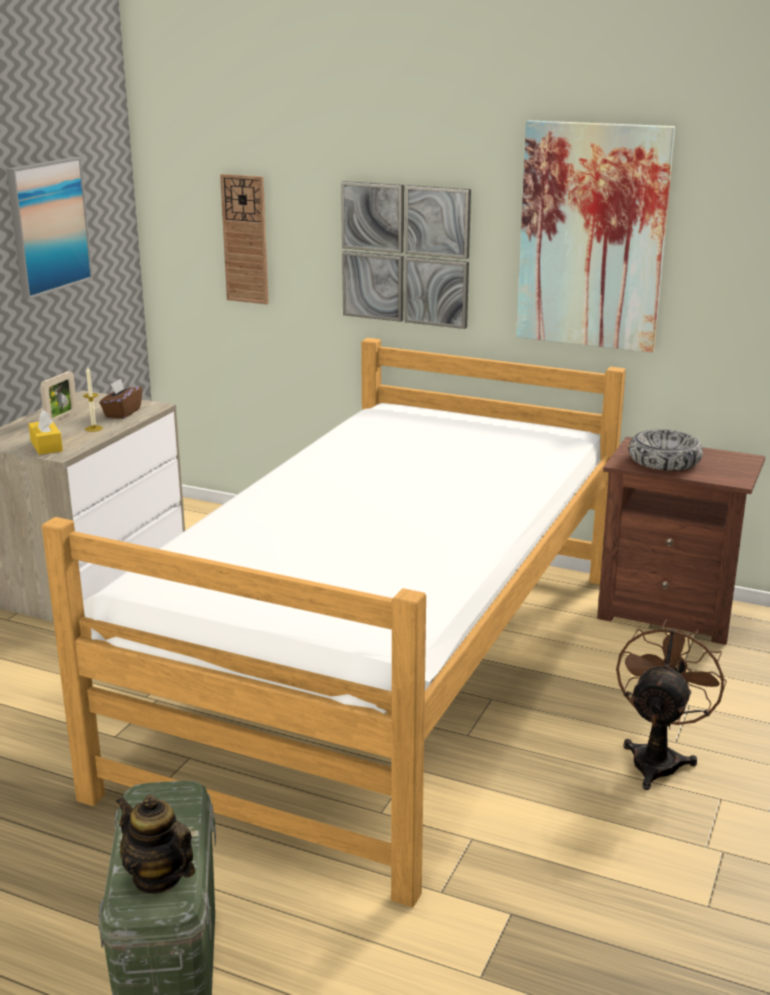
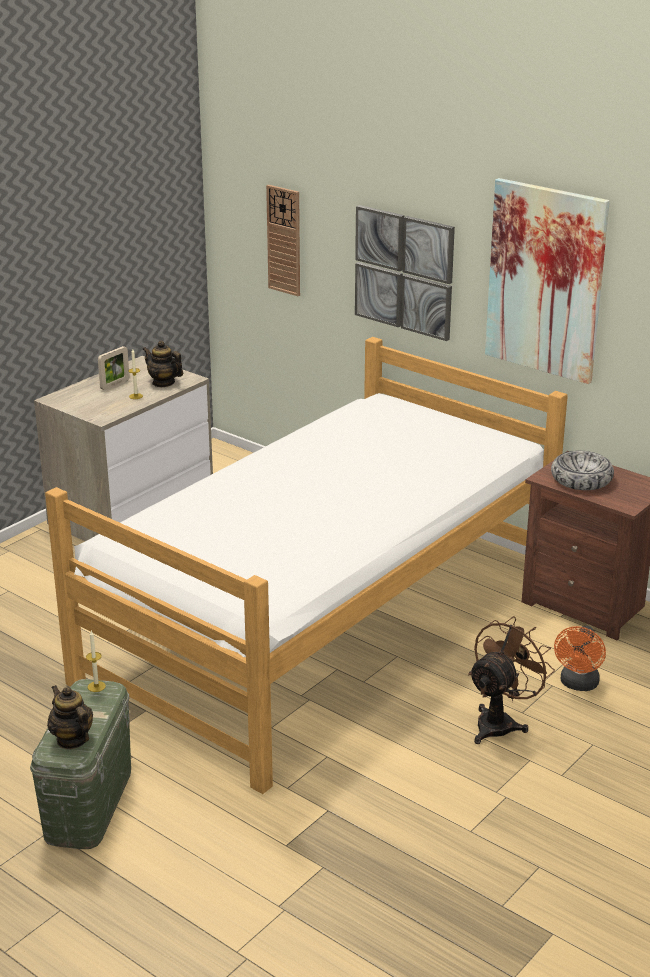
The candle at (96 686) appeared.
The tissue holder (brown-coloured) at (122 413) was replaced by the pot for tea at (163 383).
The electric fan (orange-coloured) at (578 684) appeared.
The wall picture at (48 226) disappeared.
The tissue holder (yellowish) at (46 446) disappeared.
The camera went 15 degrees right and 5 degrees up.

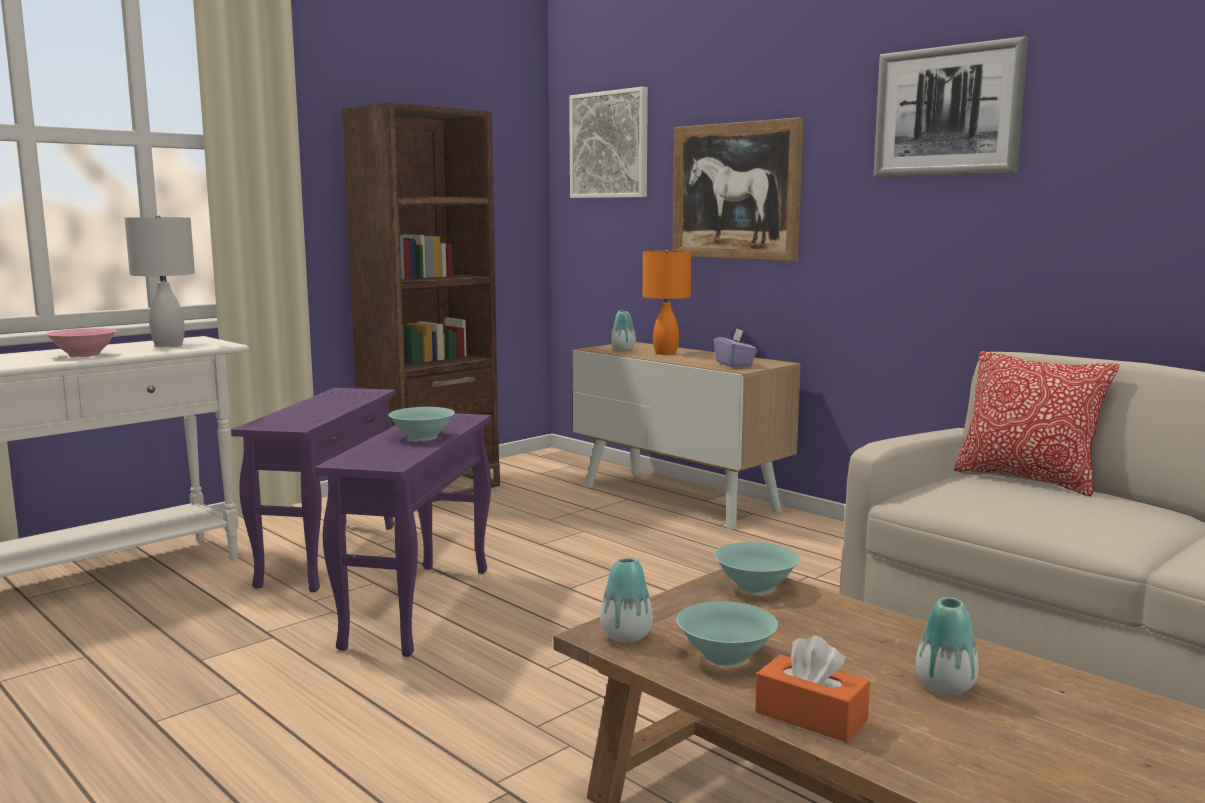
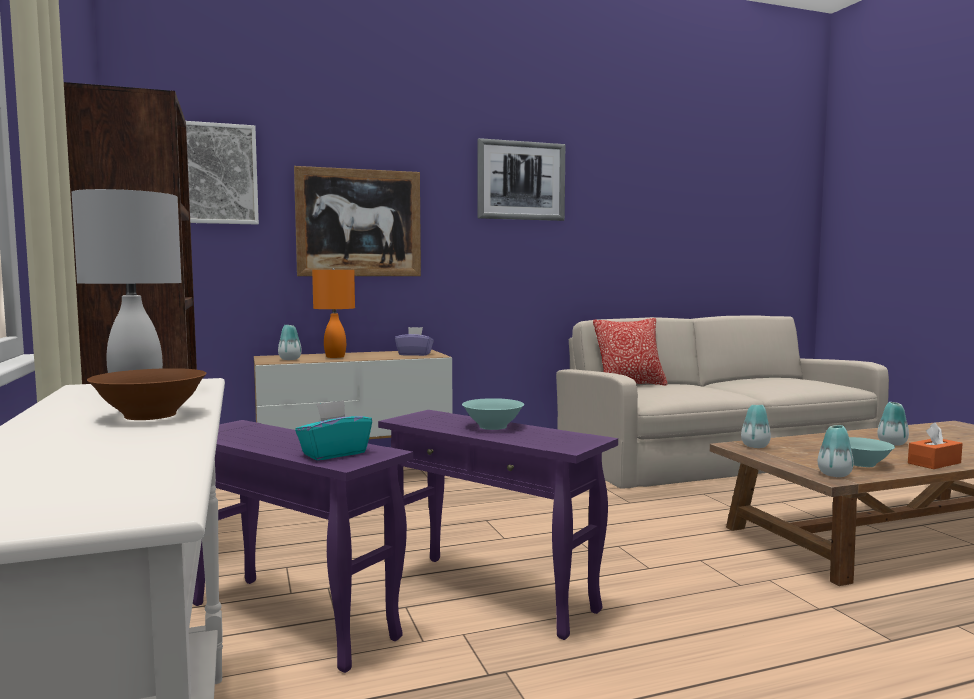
The serving bowl (pink-coloured) at (83 355) became the serving bowl (brown-coloured) at (149 415).
The tissue holder (blue-green) at (334 453) appeared.
The serving bowl (blue-green) at (755 586) was replaced by the vase at (755 446).
The camera went 65 degrees left and 5 degrees down.

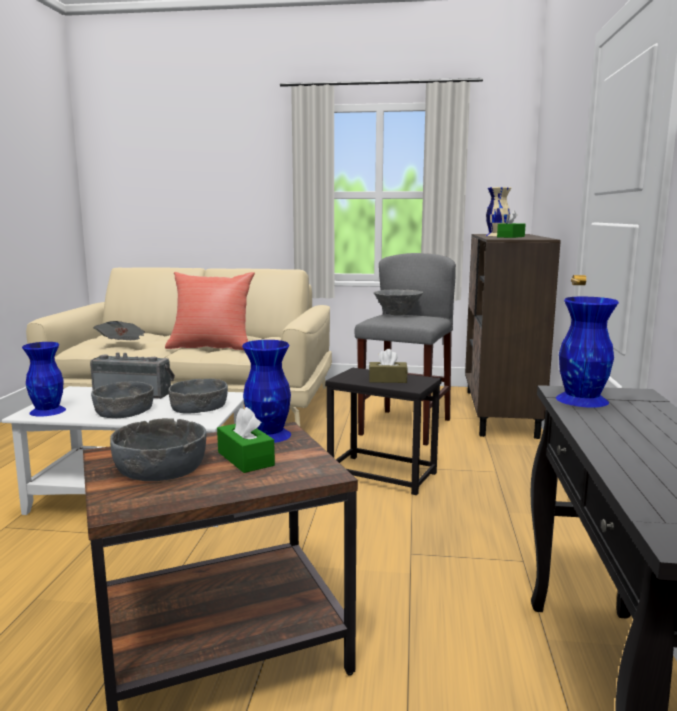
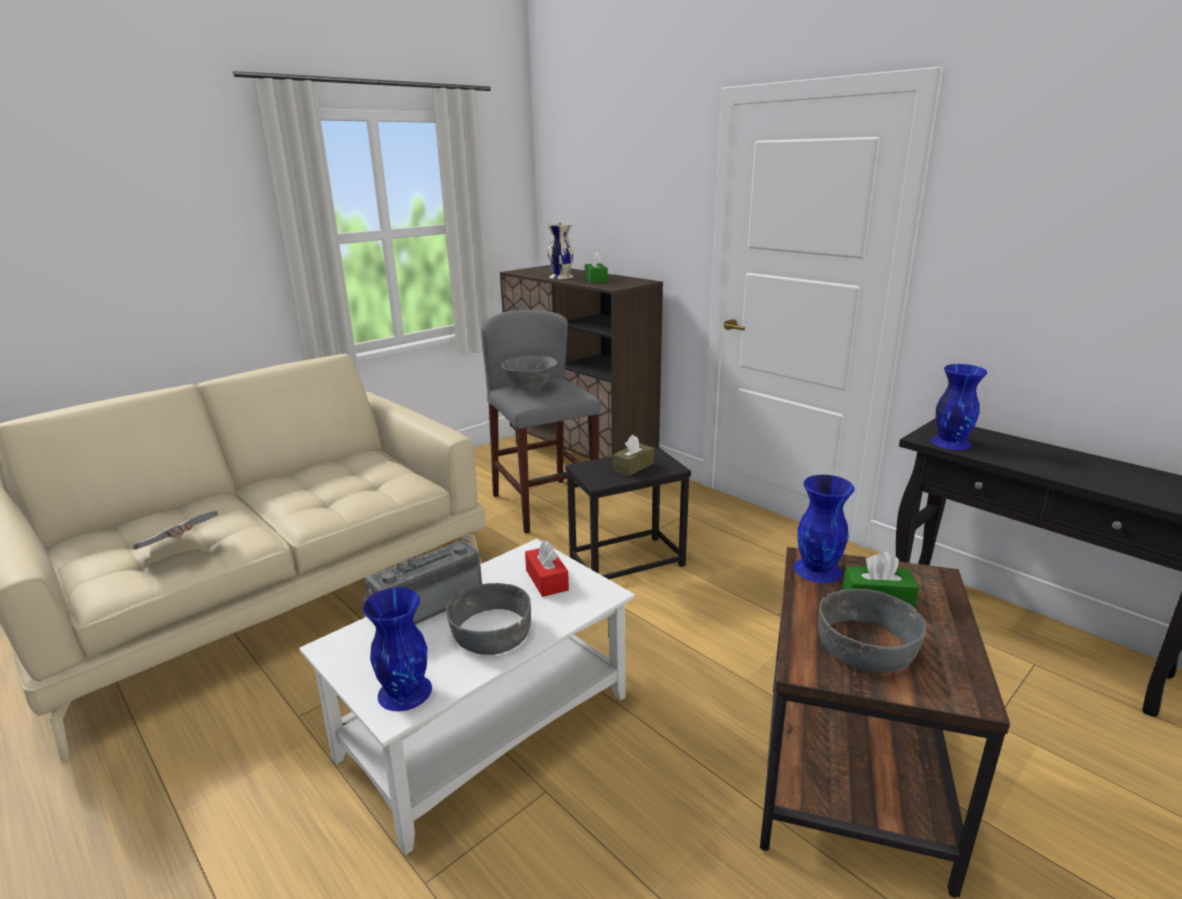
The serving bowl (gray) at (199 406) was replaced by the tissue holder (red-coloured) at (547 580).
The pillow (red-coloured) at (212 347) disappeared.
The camera went 50 degrees left and 10 degrees up.

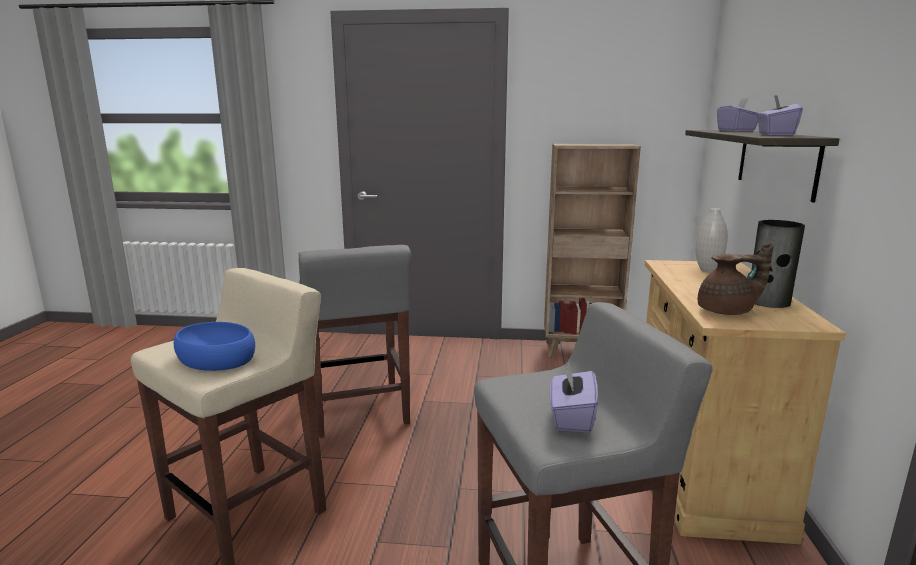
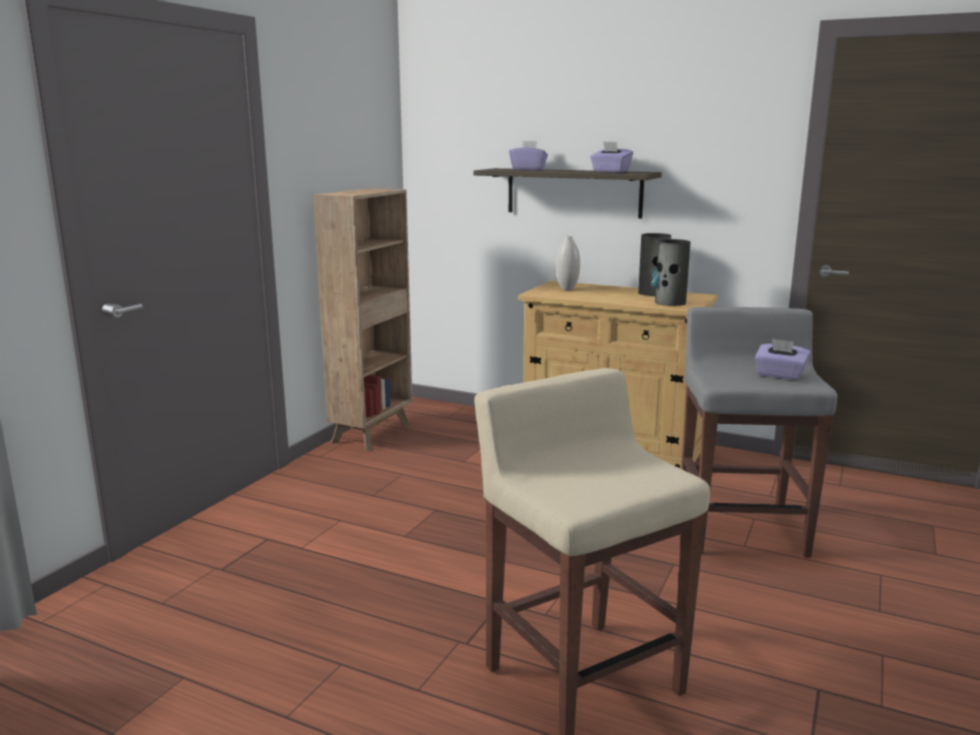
The pot for tea (brown-coloured) at (727 311) was replaced by the vase at (670 302).
The serving bowl (blue-coloured) at (217 357) disappeared.
The sitting stool (gray) at (359 412) disappeared.
The camera went 70 degrees left and 0 degrees up.

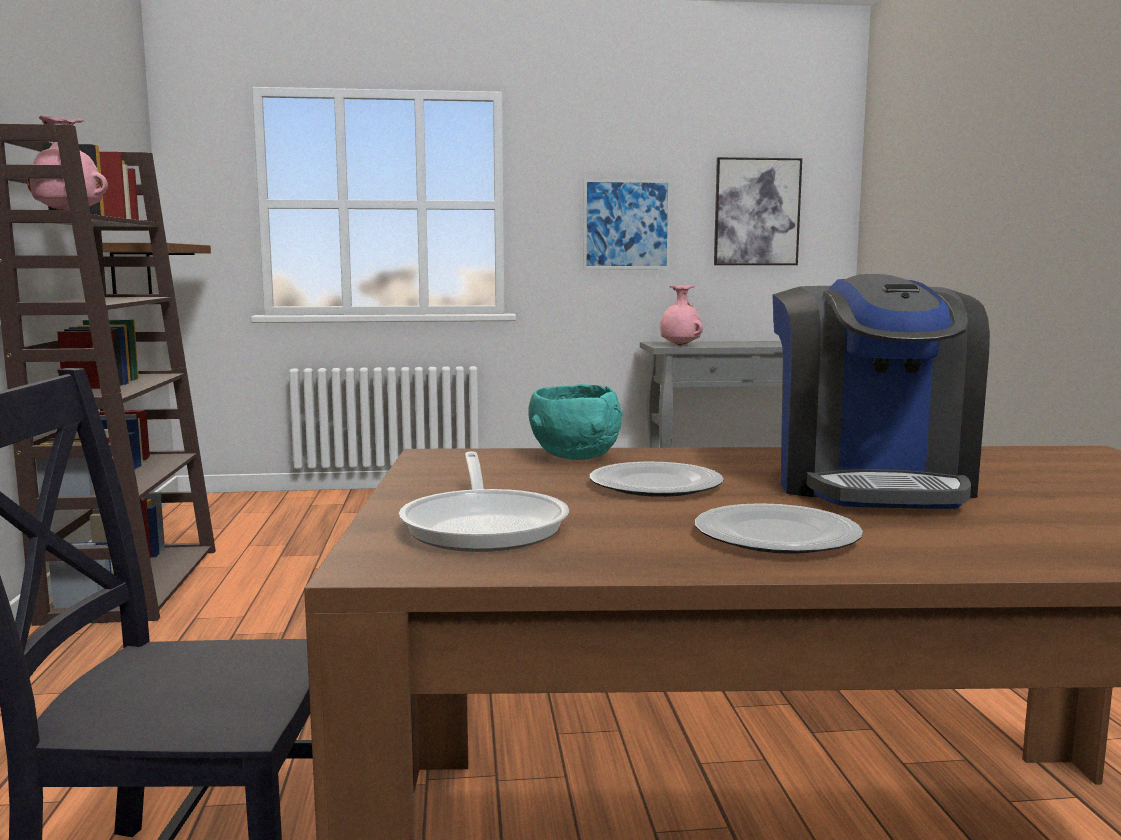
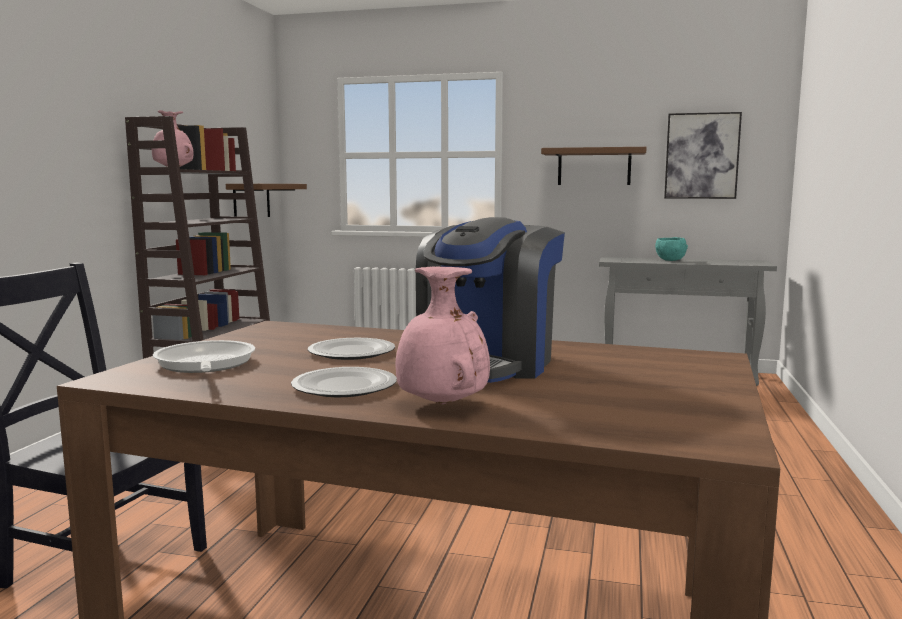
The frying pan at (485 525) turned 150 degrees clockwise.
The vase (pink-coloured) moved from (680 345) to (441 404).
The wall picture at (626 224) was replaced by the shelf (brown-coloured) at (594 167).
The serving bowl (blue-green) moved from (574 457) to (670 260).
The camera went 20 degrees right and 0 degrees up.

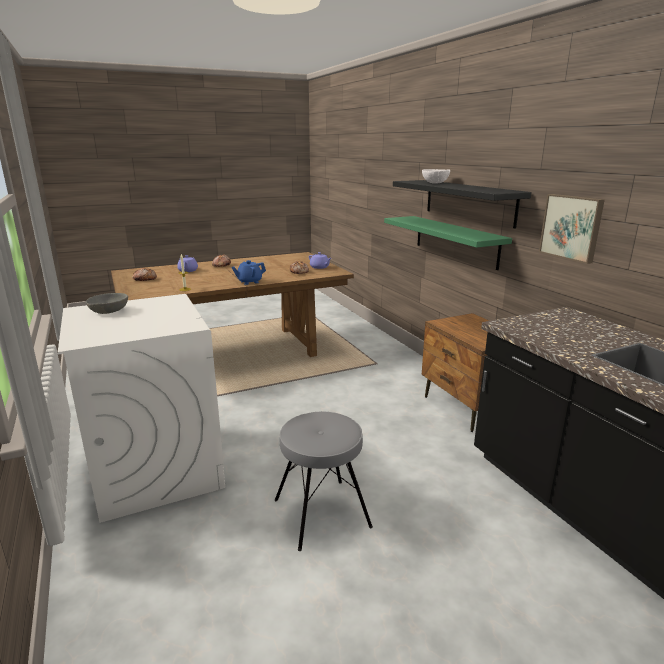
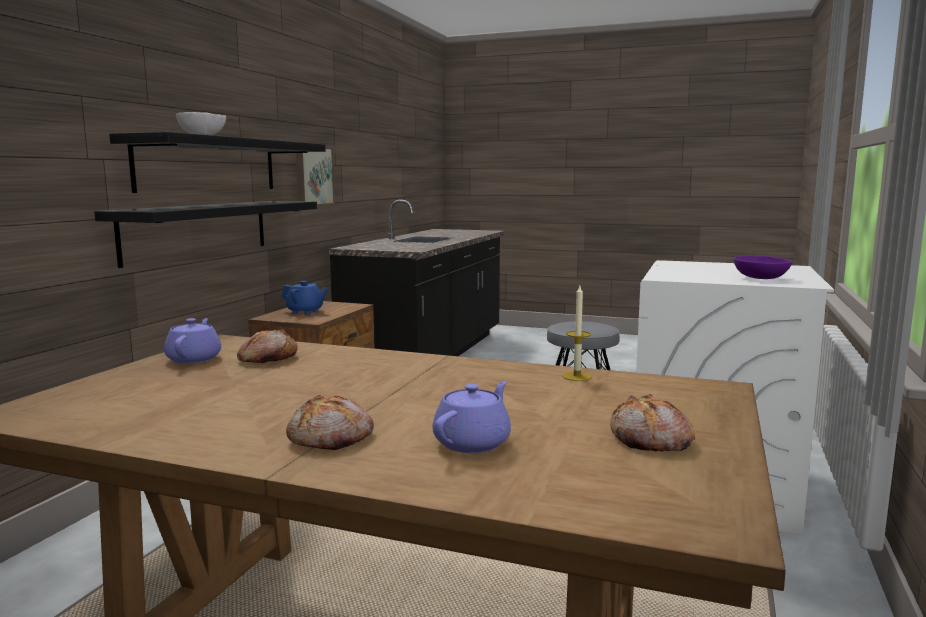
The shelf (greenish) at (455 241) became the shelf (blackish) at (198 230).
The pot for tea (blue-coloured) moved from (249 282) to (305 312).
The serving bowl (gray) at (109 311) became the serving bowl (purple-coloured) at (761 278).
The camera went 135 degrees left and 10 degrees down.

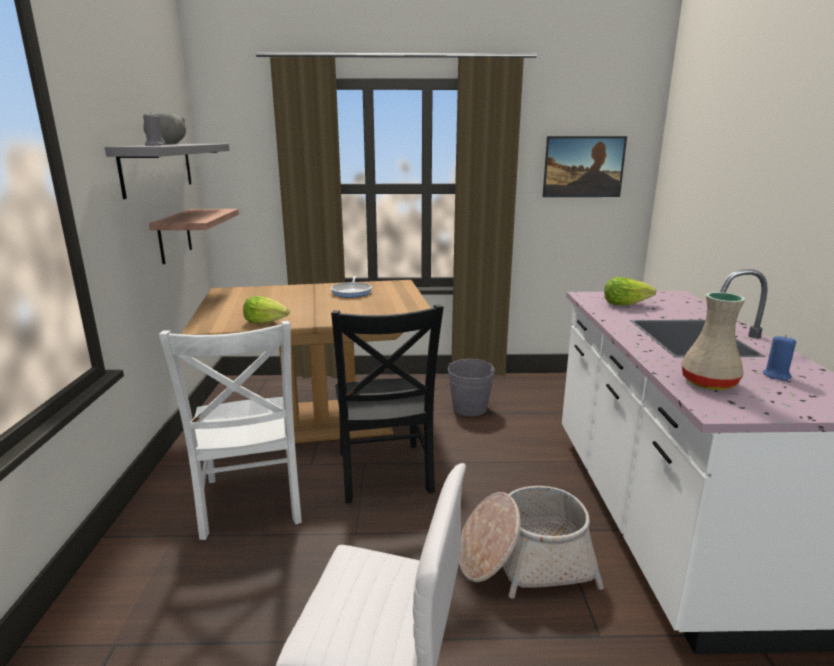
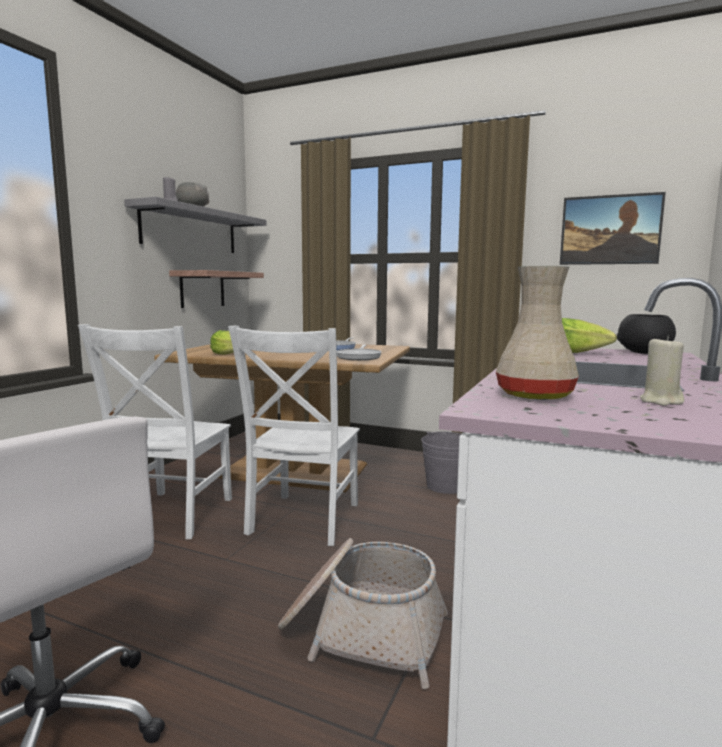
The chair (blackish) at (384 474) became the chair (white) at (302 520).
The frying pan at (359 357) appeared.
The serving bowl (blackish) at (644 352) appeared.
The candle (blue-coloured) at (776 375) became the candle (sand-coloured) at (661 401).
The camera went 25 degrees right and 10 degrees down.

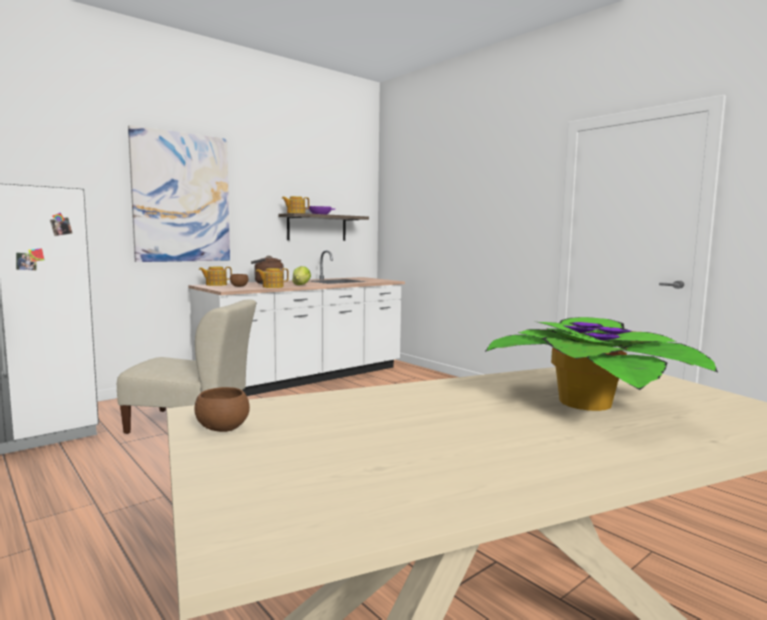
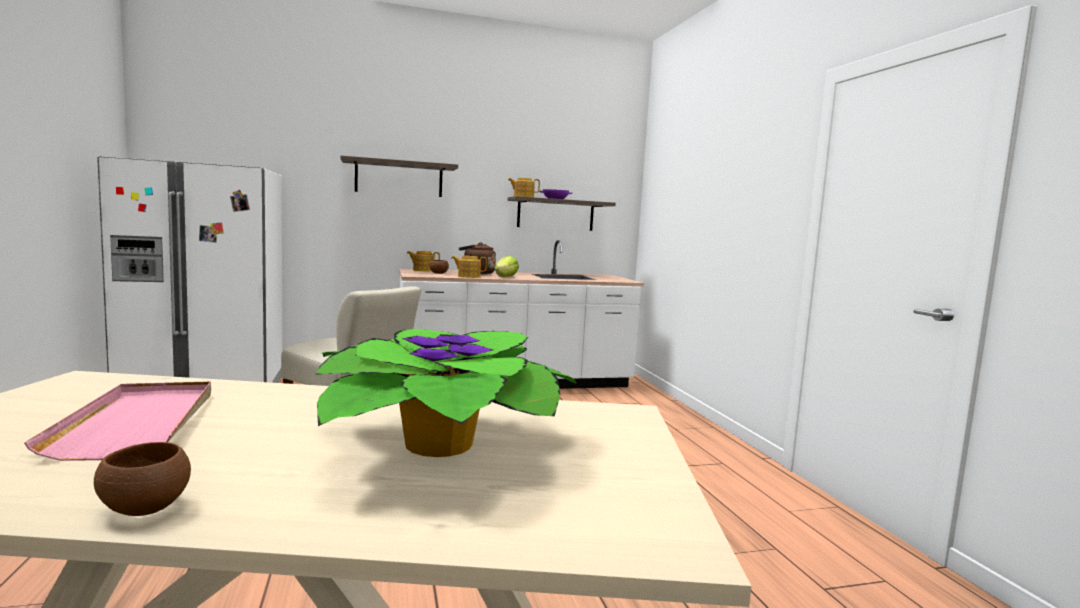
The serving tray (pink-coloured) at (139 423) appeared.
The serving bowl (brown-coloured) moved from (222 429) to (145 508).
The wall picture at (181 198) was replaced by the shelf at (399 178).
The camera went 25 degrees right and 0 degrees up.

